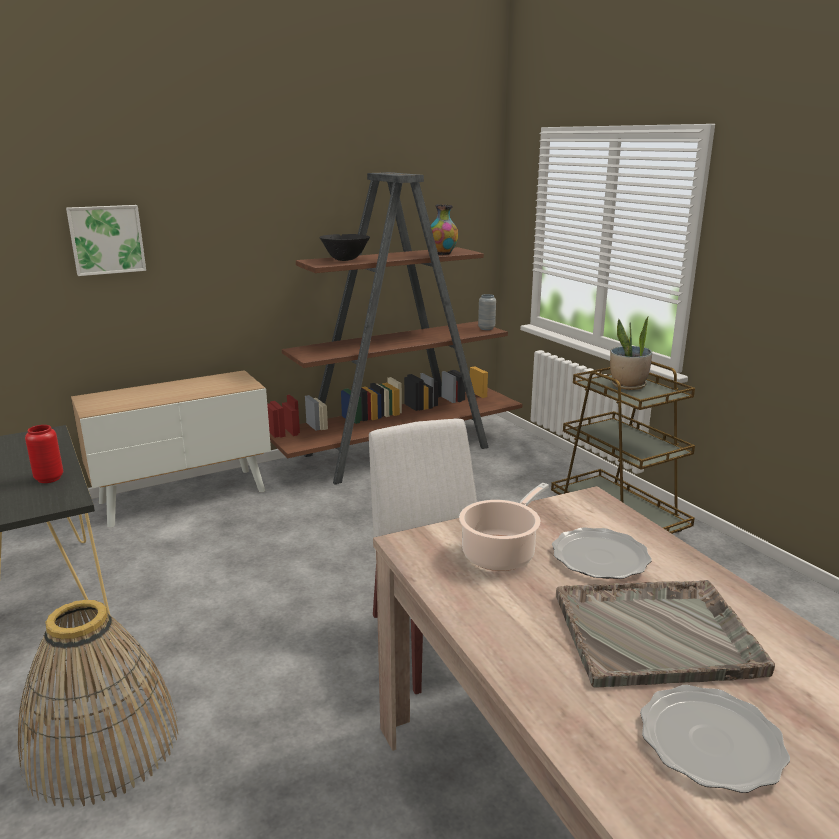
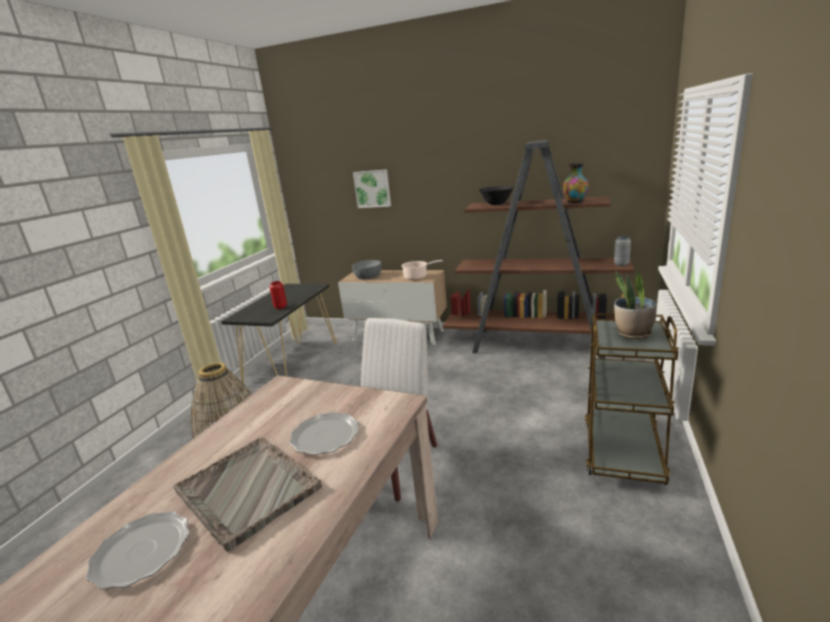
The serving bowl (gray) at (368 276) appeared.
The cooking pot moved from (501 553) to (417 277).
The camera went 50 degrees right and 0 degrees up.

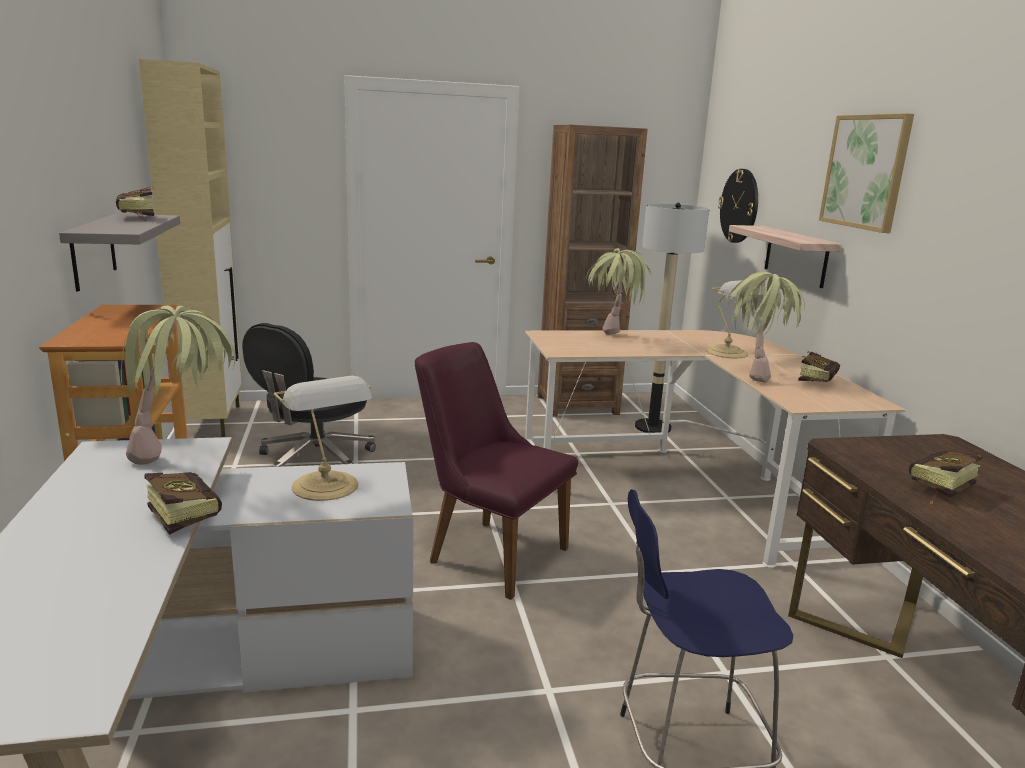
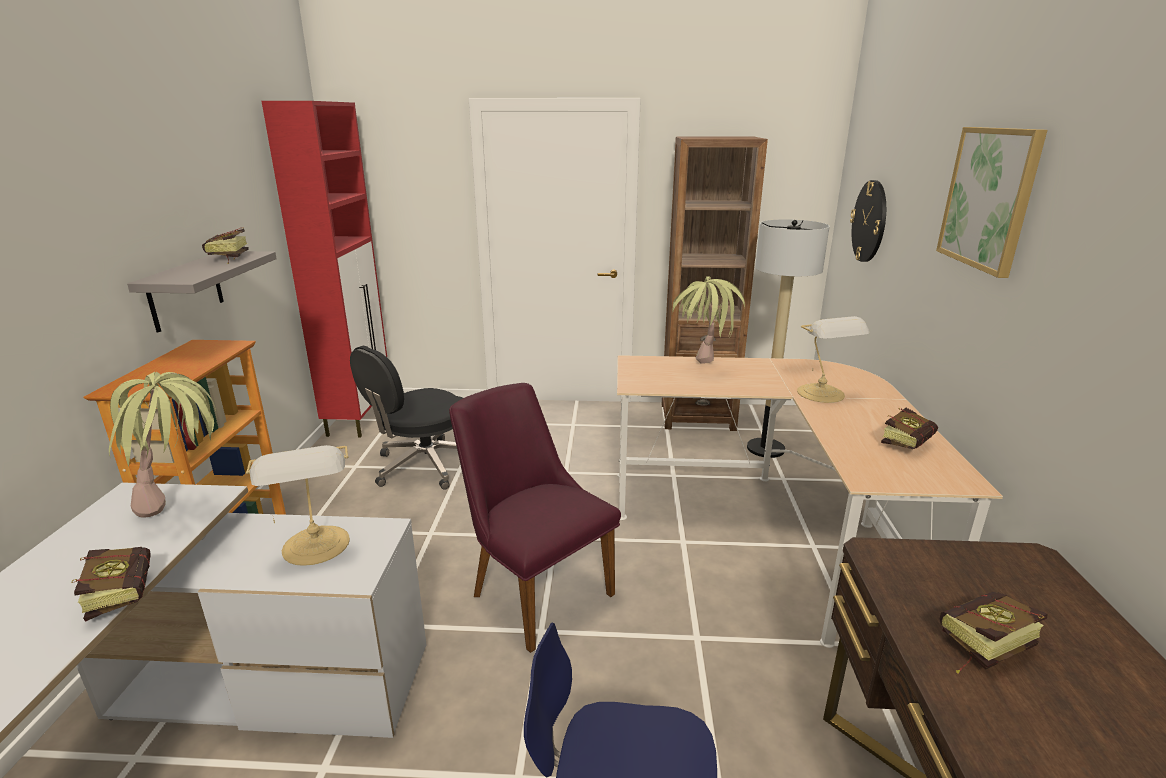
The cabinet (sand-coloured) at (213 422) became the cabinet (red-coloured) at (360 417).
The houseplant at (756 374) disappeared.
The shelf at (796 256) disappeared.
The camera went 15 degrees right and 5 degrees up.

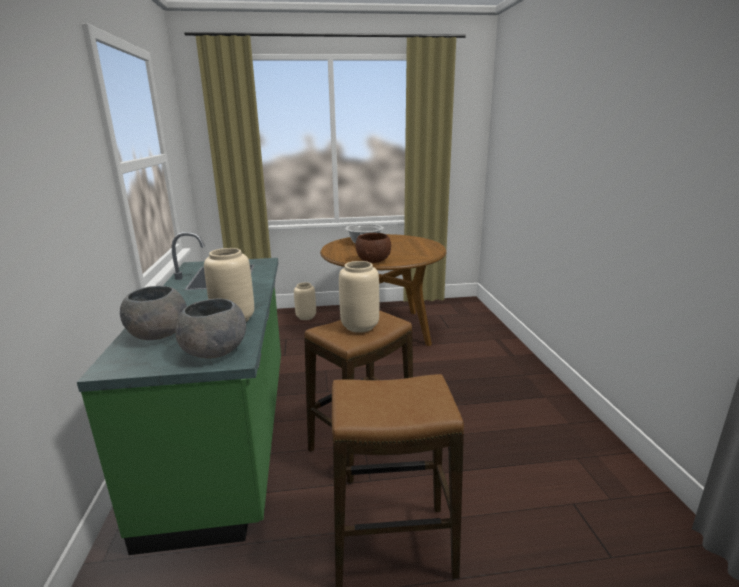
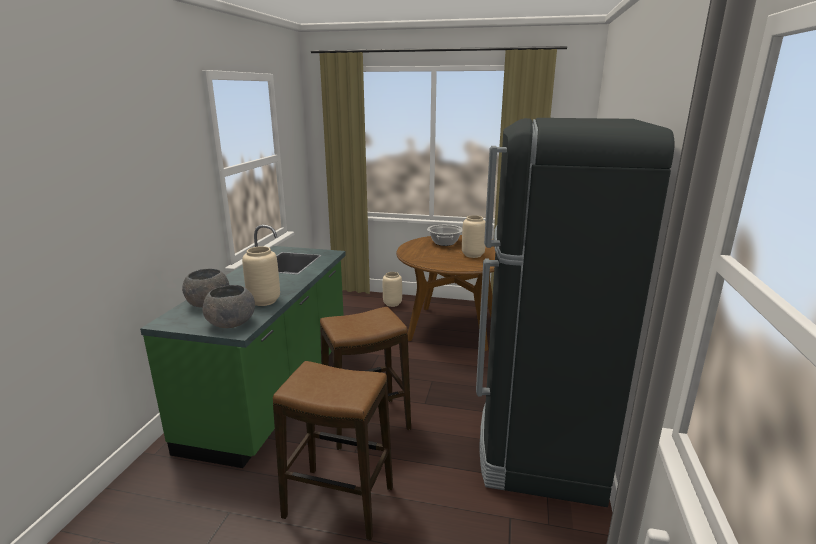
The vase (sand-coloured) moved from (359 326) to (472 255).
The fridge (blackish) at (539 445) appeared.
The serving bowl (brown-coloured) at (373 261) disappeared.
The camera went 20 degrees right and 0 degrees up.

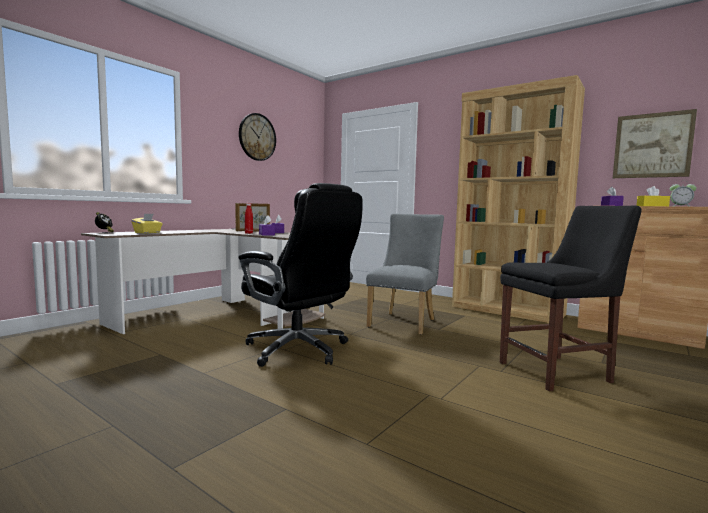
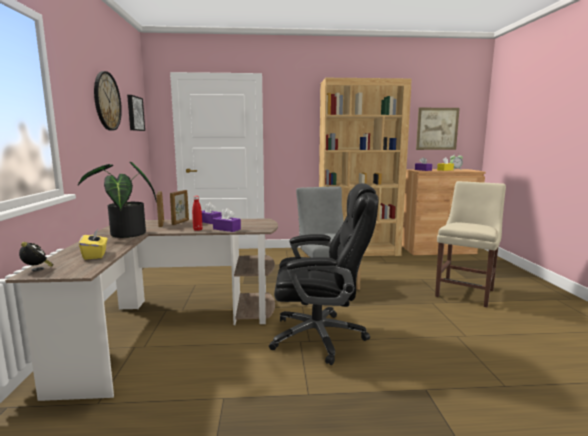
The houseplant at (125 235) appeared.
The wall picture at (134 113) appeared.
The chair (blackish) at (558 372) became the chair (sand-coloured) at (466 292).
The camera went 40 degrees left and 5 degrees up.

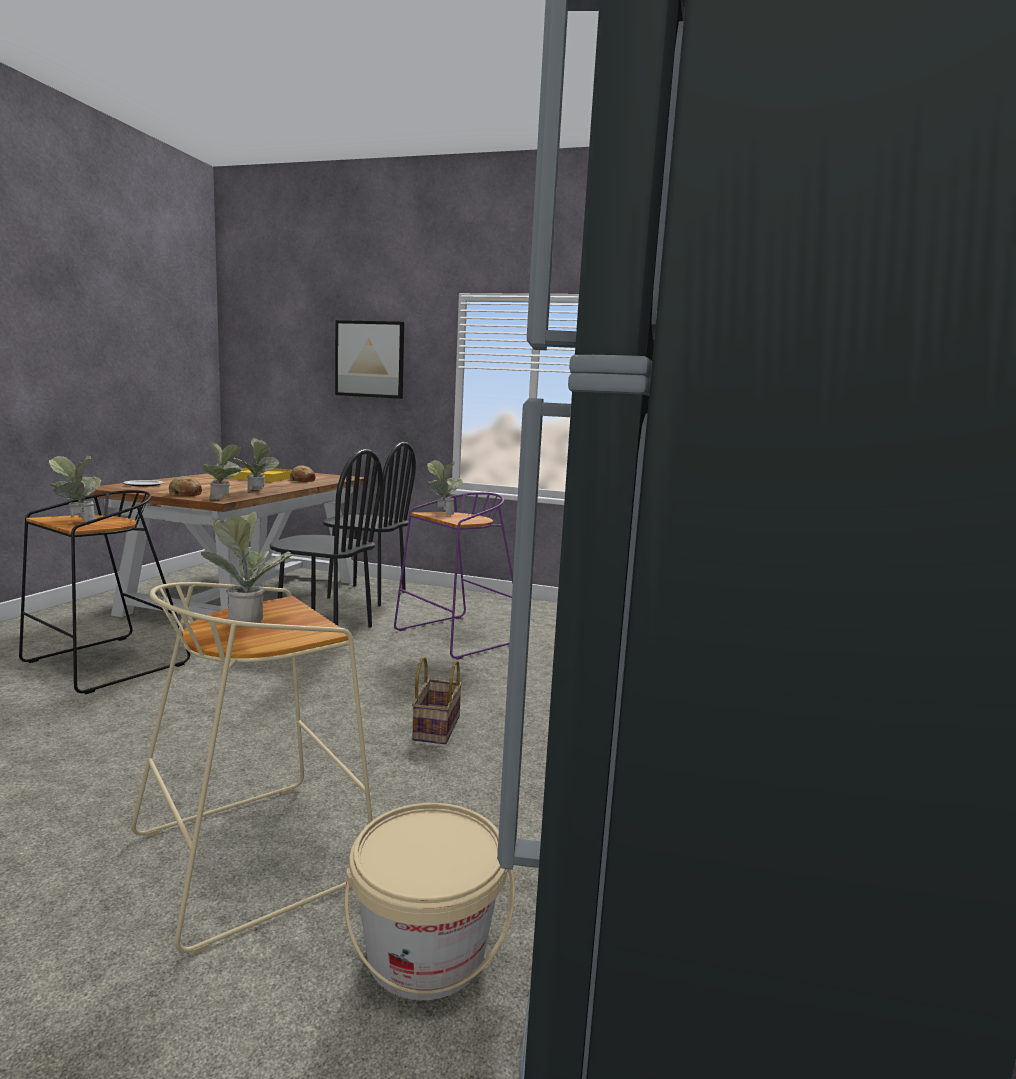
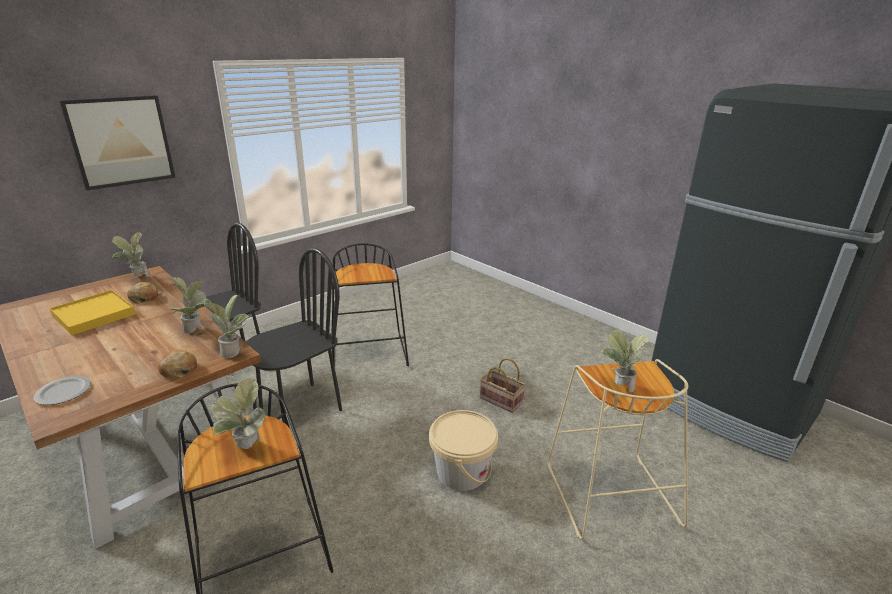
The houseplant moved from (441 513) to (137 277).
The sitting stool (purple-coloured) at (457 637) became the sitting stool (blackish) at (369 354).
The water bucket (sand-coloured) moved from (426 952) to (462 471).
The camera went 60 degrees left and 15 degrees up.

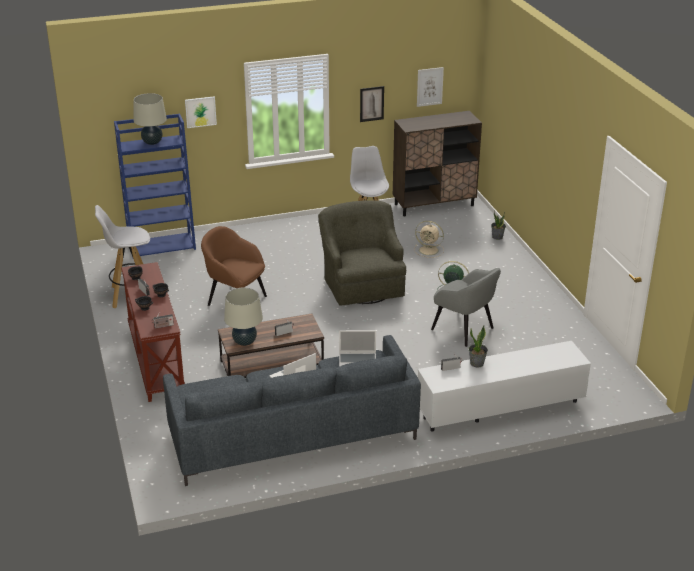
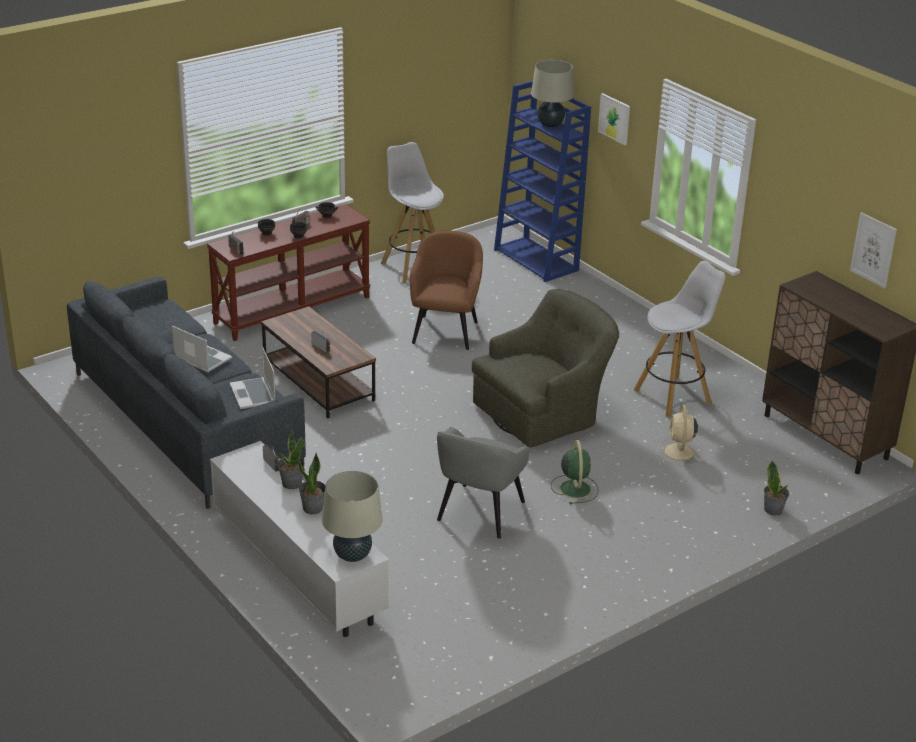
The houseplant at (313 508) appeared.
The lamp for a table (sand-coloured) moved from (244 342) to (352 555).
The wall picture at (371 104) disappeared.
The camera went 70 degrees right and 0 degrees up.

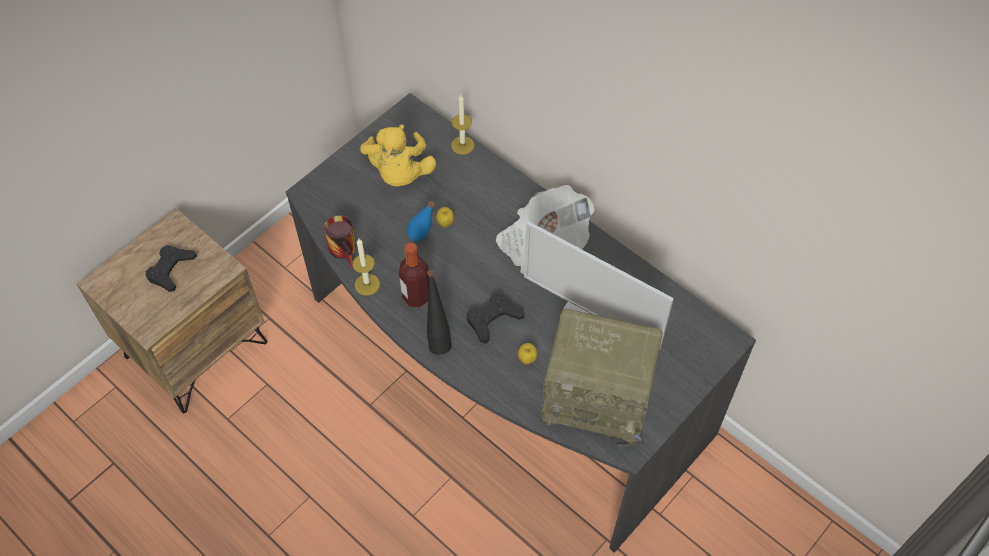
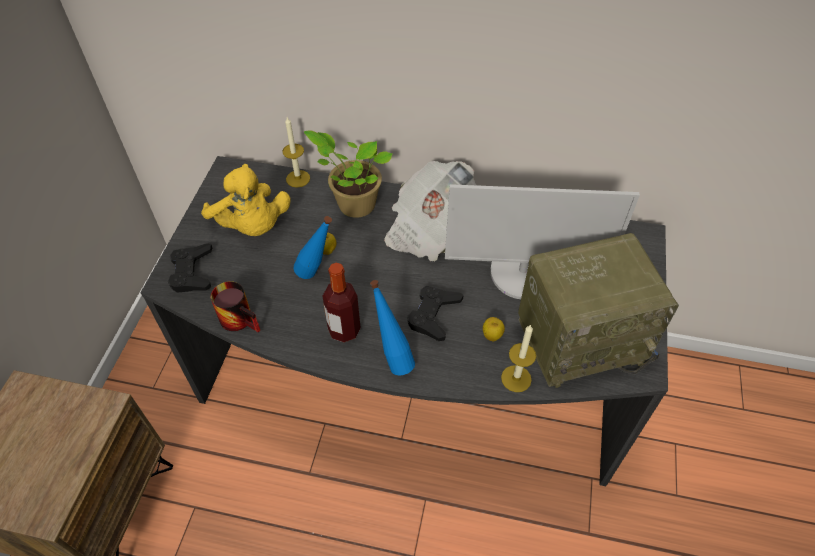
The joypad (blackish) moved from (171 270) to (192 272).
The houseplant at (353 204) appeared.
The beverage bottle (blackish) at (438 337) became the beverage bottle (blue-coloured) at (392 358).
The candle moved from (367 284) to (516 378).
The camera went 30 degrees left and 5 degrees down.

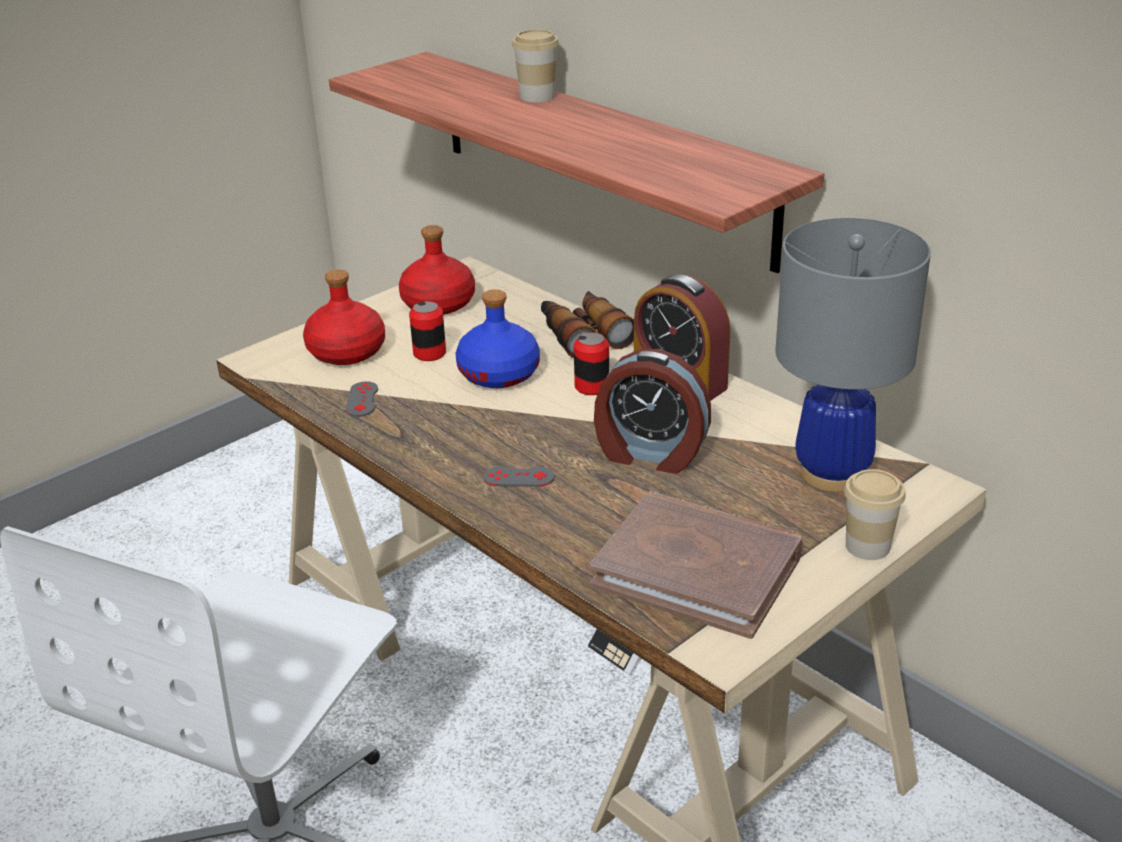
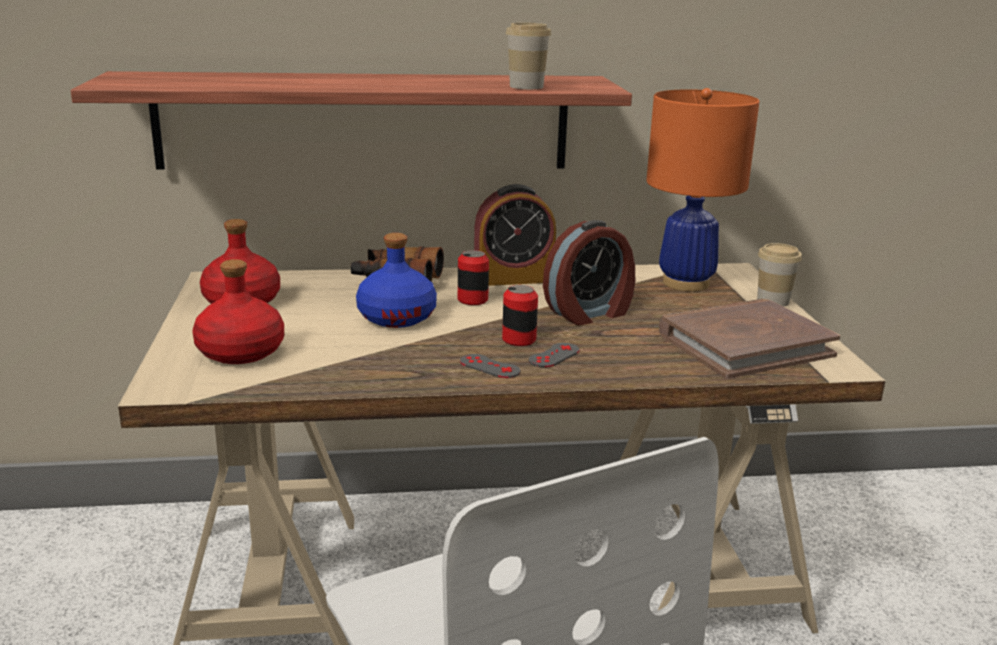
The joypad (gray) moved from (362 399) to (490 366).
The sealed can moved from (429 353) to (519 339).
The small cup moved from (537 96) to (526 86).
The lamp for a table (gray) at (833 474) became the lamp for a table (orange-coloured) at (686 283).
The camera went 55 degrees left and 10 degrees down.

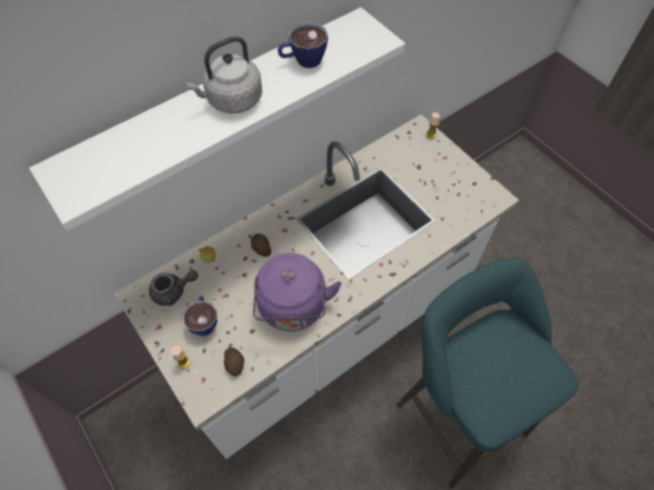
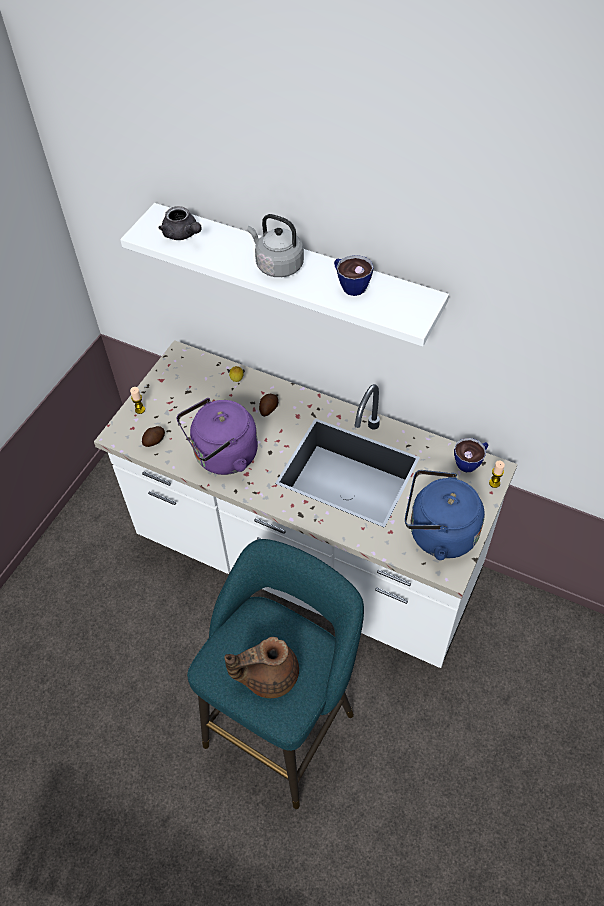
The pot for tea (gray) moved from (173 291) to (183 234).
The pot for tea (brown-coloured) at (268 675) appeared.
The tea kettle (blue-coloured) at (438 533) appeared.
The small cup moved from (204 321) to (470 462).
The camera went 65 degrees right and 5 degrees down.

